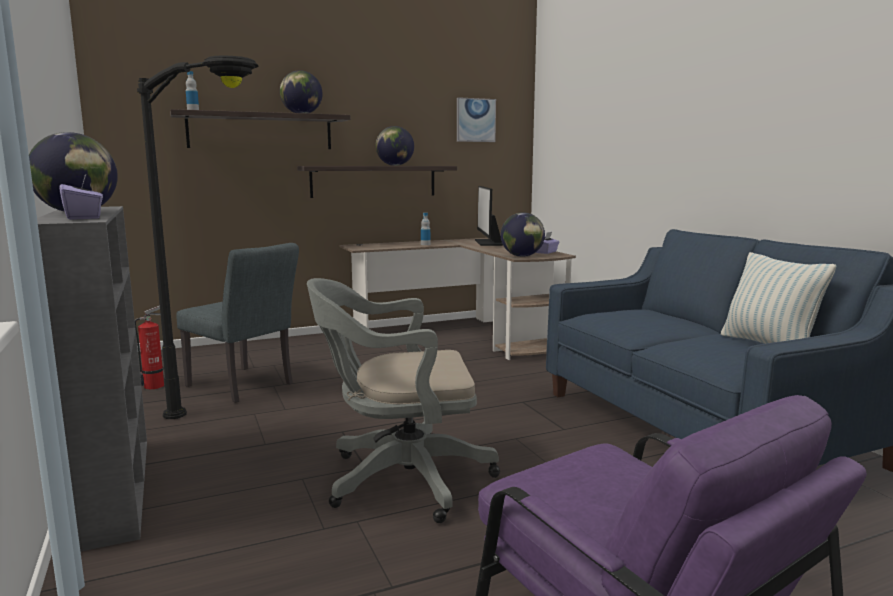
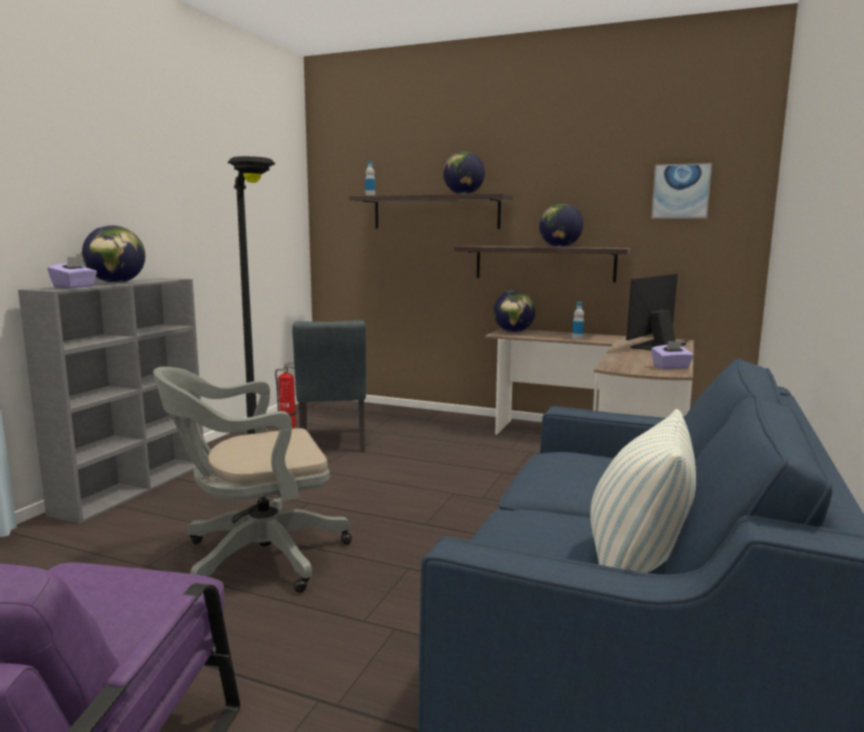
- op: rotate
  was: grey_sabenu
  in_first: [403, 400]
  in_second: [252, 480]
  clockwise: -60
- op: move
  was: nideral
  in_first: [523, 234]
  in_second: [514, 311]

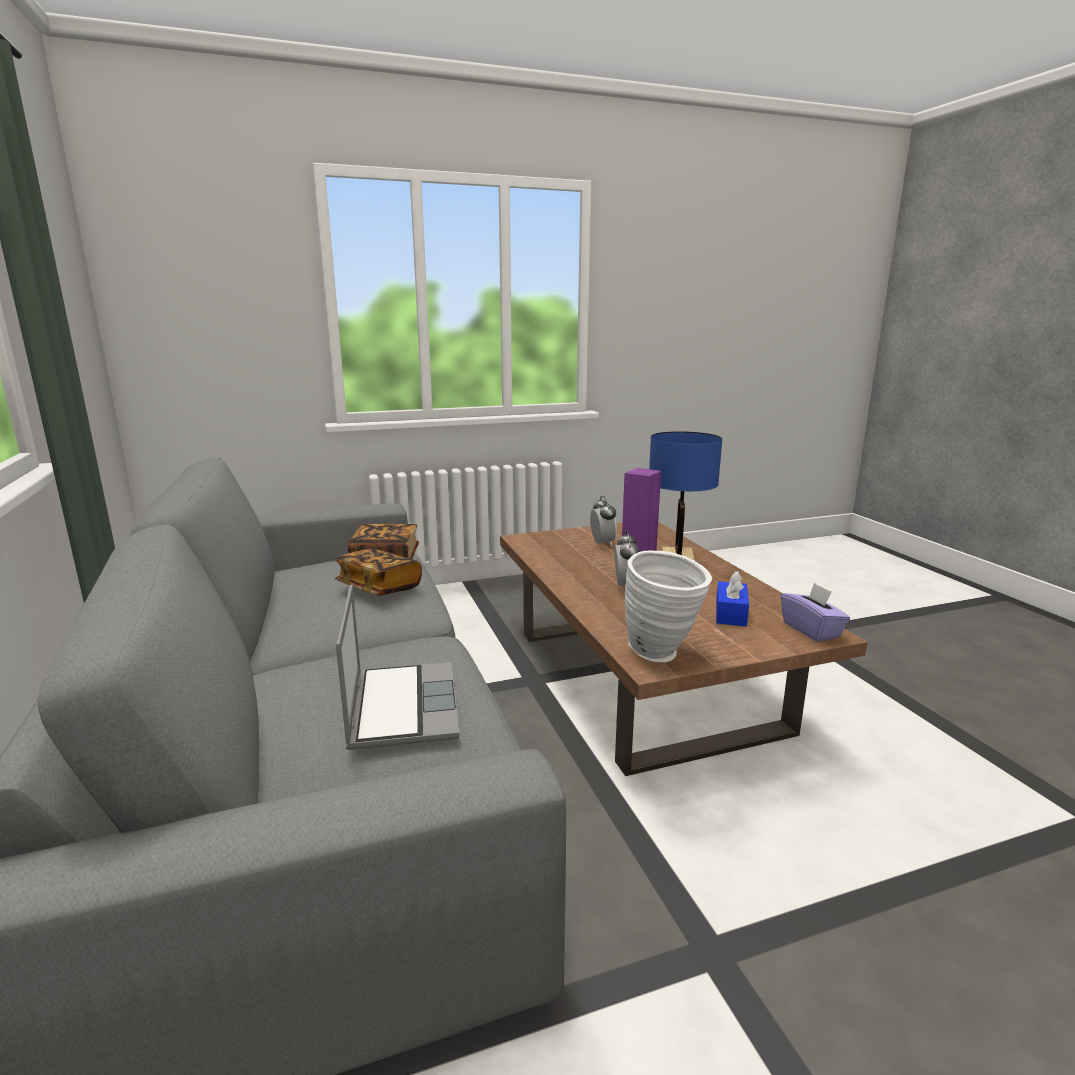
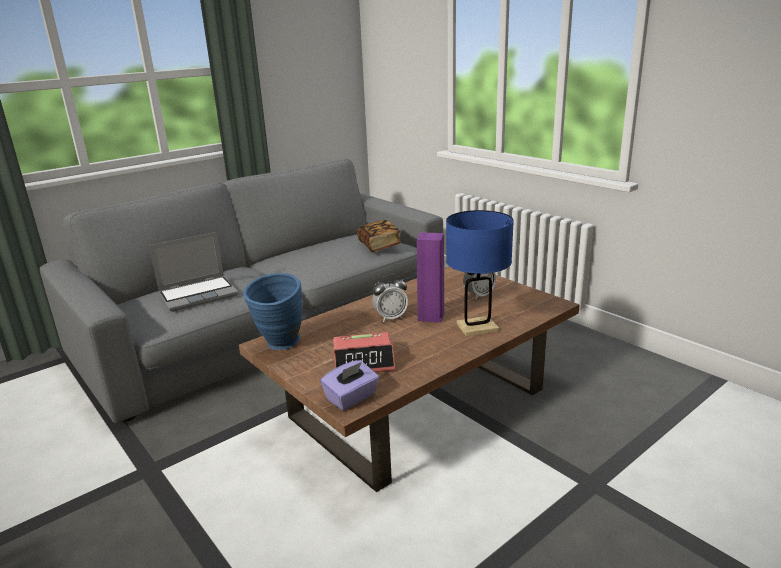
- op: delete
  was: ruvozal
  in_first: [378, 572]
- op: recolor
  was: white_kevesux
  now: blue_kevesux
  in_first: [668, 606]
  in_second: [272, 311]
- op: replace
  was: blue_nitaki
  now: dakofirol
  in_first: [732, 598]
  in_second: [364, 352]

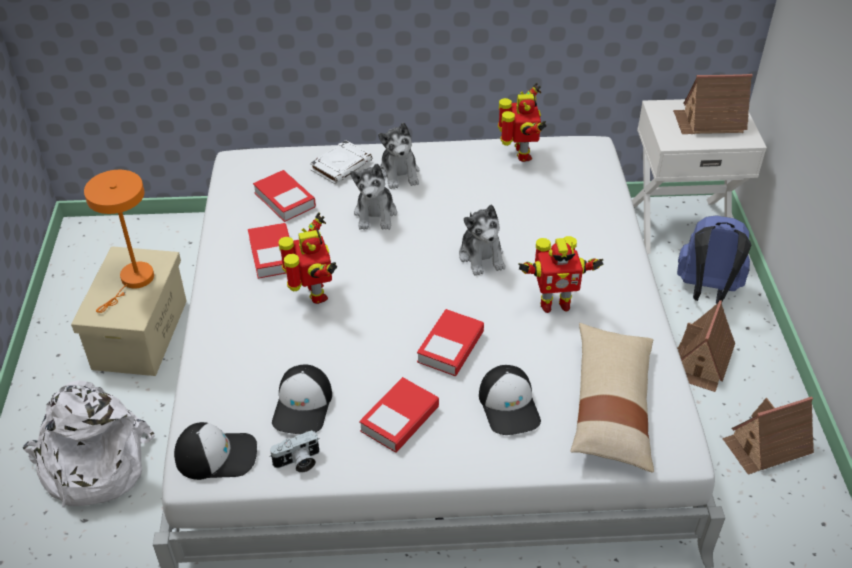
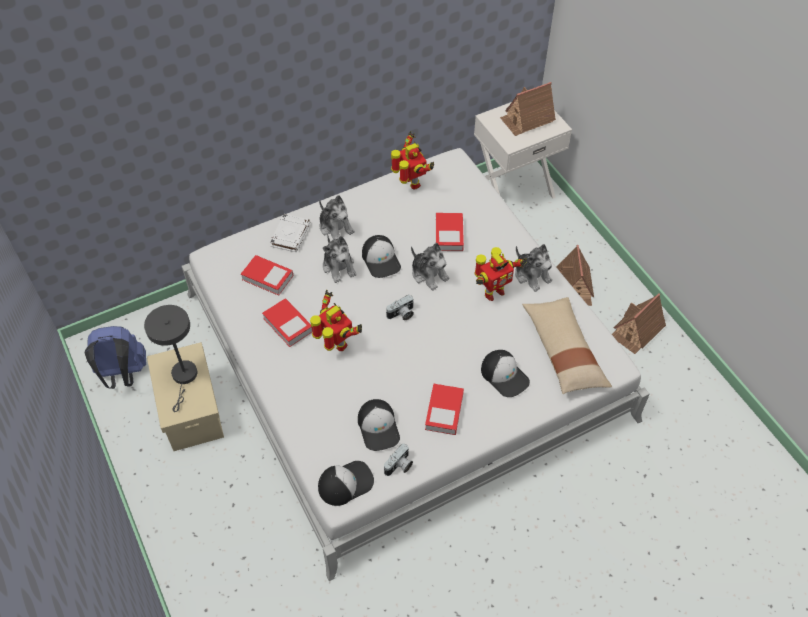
- op: delete
  was: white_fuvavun
  in_first: [89, 443]
- op: recolor
  was: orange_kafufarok
  now: grey_kafufarok
  in_first: [119, 241]
  in_second: [170, 358]
- op: move
  was: ruvozal
  in_first: [450, 342]
  in_second: [450, 232]
- op: move
  was: blue_fuvavun
  in_first: [714, 260]
  in_second: [115, 357]
- op: insert
  now: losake
  in_second: [381, 256]
- op: insert
  now: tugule
  in_second: [400, 307]
- op: insert
  now: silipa
  in_second: [533, 268]

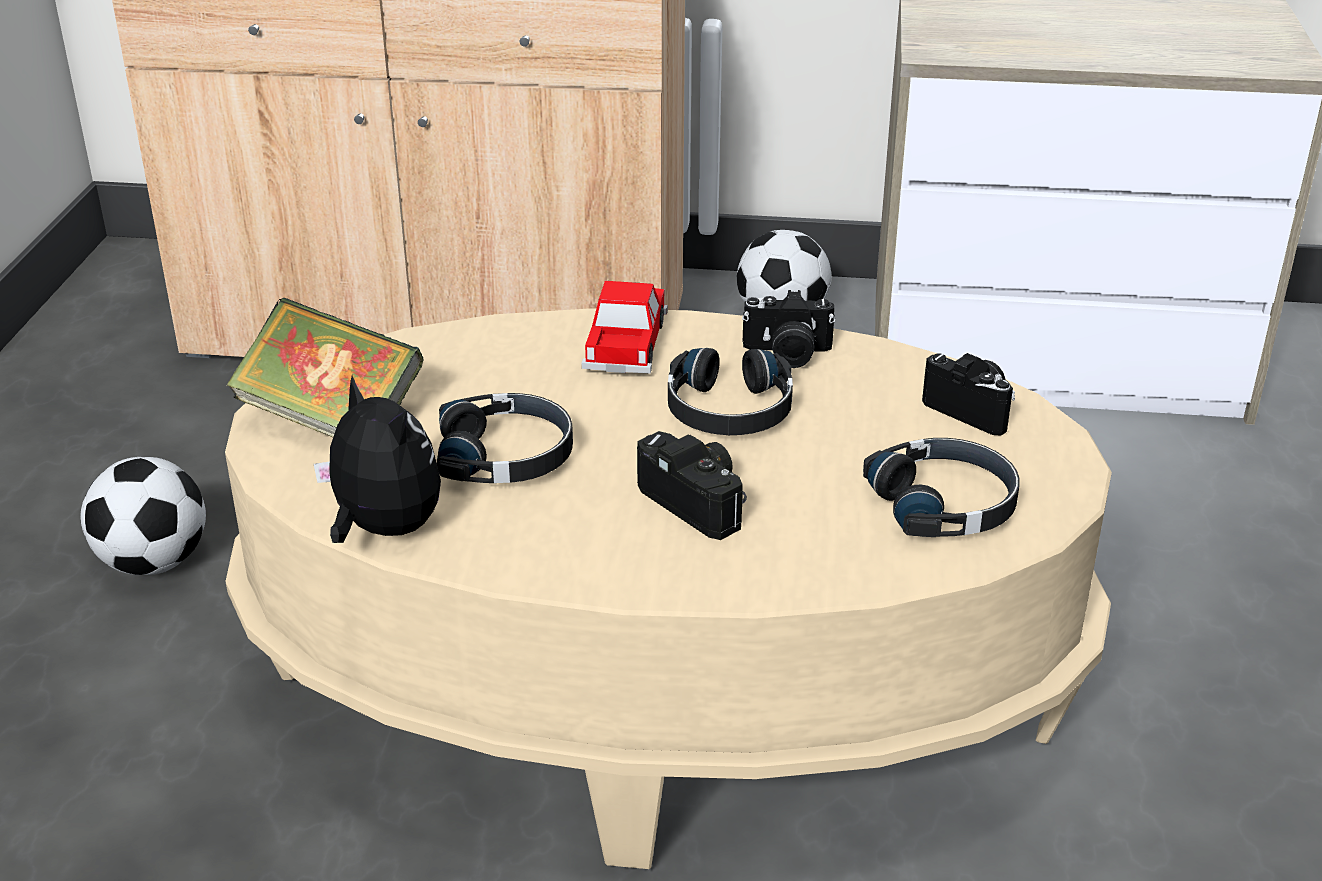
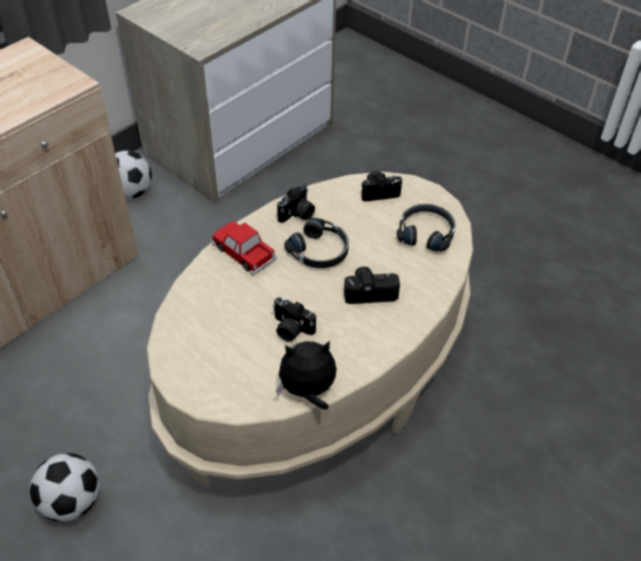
- op: delete
  was: ruvozal
  in_first: [325, 367]
- op: replace
  was: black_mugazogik
  now: tugule
  in_first: [505, 438]
  in_second: [294, 319]

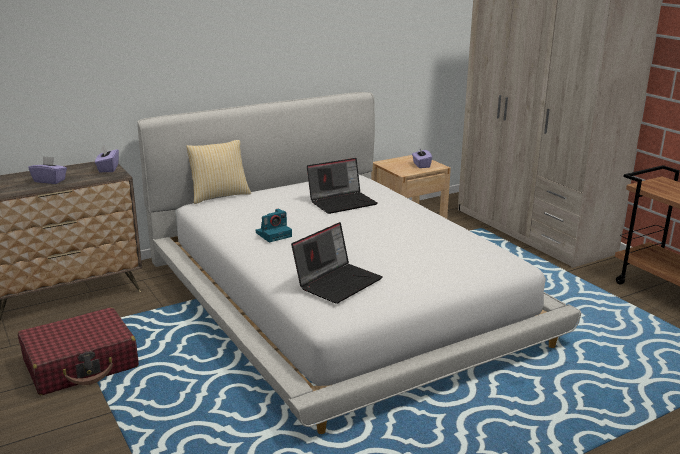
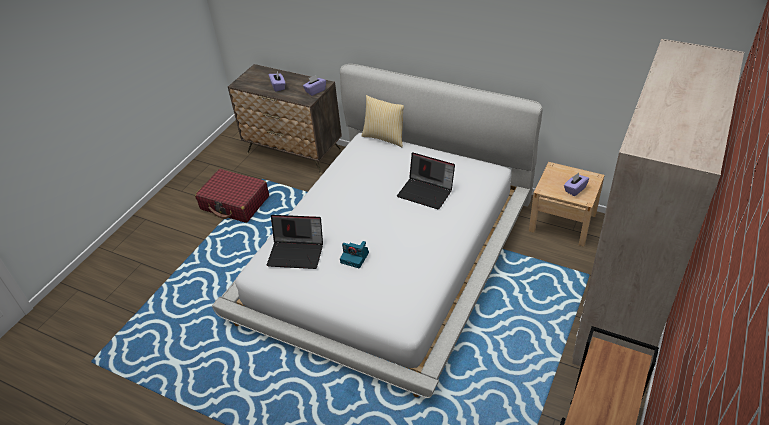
- op: move
  was: tugule
  in_first: [274, 225]
  in_second: [354, 254]

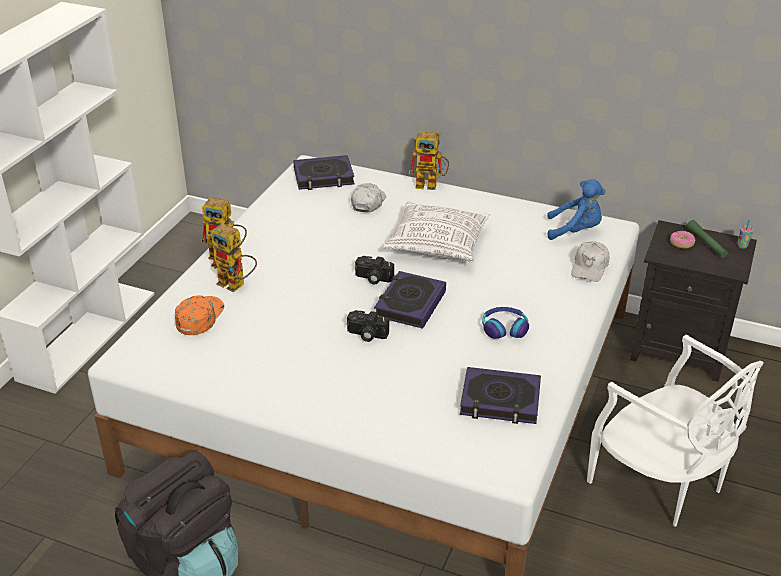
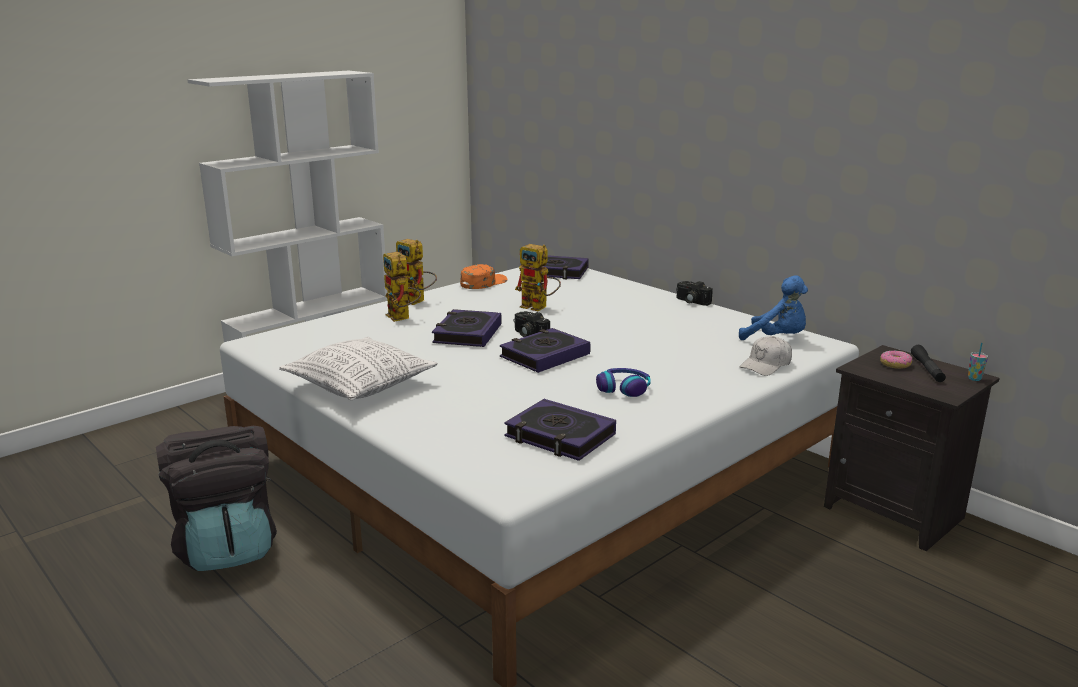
- op: move
  was: orange_losake
  in_first: [199, 315]
  in_second: [483, 276]
- op: move
  was: tugule
  in_first: [368, 326]
  in_second: [694, 293]
- op: delete
  was: white_losake
  in_first: [368, 197]
- op: move
  was: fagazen
  in_first: [436, 232]
  in_second: [358, 369]
- op: move
  was: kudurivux
  in_first: [428, 161]
  in_second: [538, 277]
- op: delete
  was: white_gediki
  in_first: [675, 431]
- op: recolor
  was: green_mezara
  now: black_mezara
  in_first: [707, 239]
  in_second: [928, 363]
- op: insert
  now: ruvozal
  in_second: [467, 328]

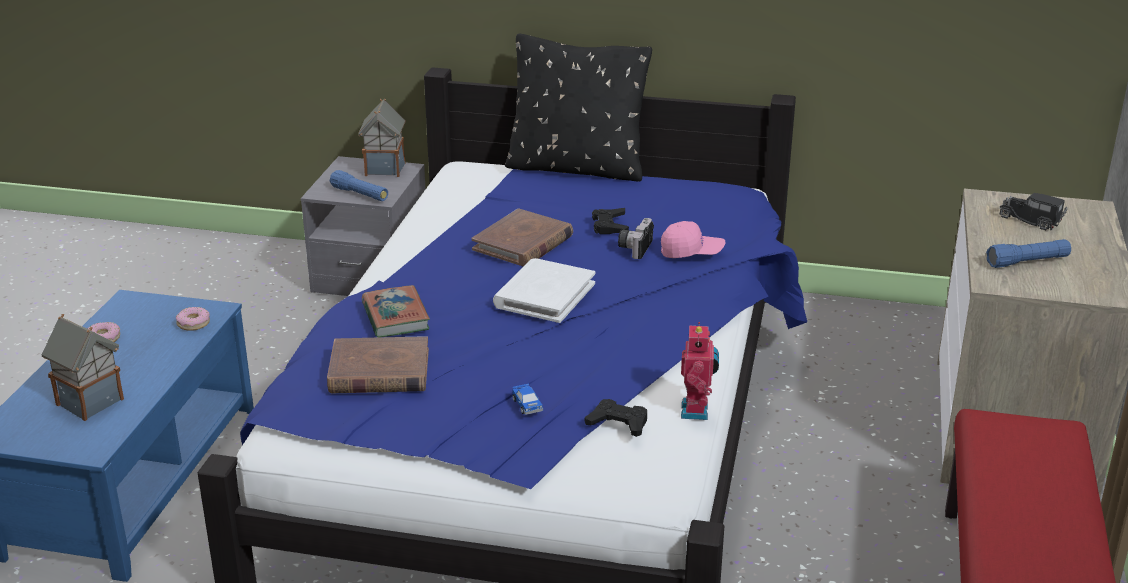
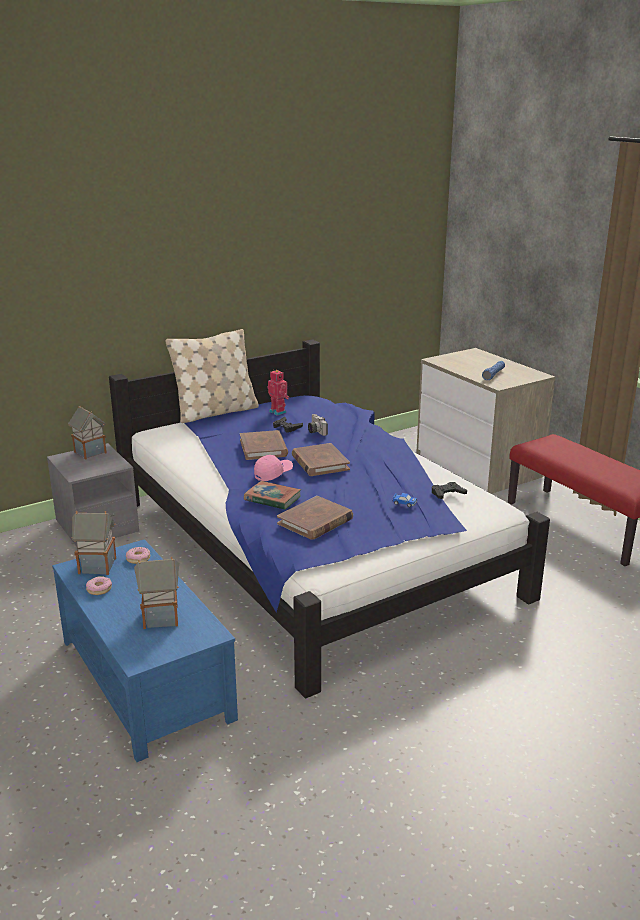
- op: delete
  was: blue_mezara
  in_first: [359, 185]
- op: recolor
  was: white_ruvozal
  now: brown_ruvozal
  in_first: [544, 290]
  in_second: [321, 459]
- op: recolor
  was: black_fagazen
  now: beige_fagazen
  in_first: [578, 108]
  in_second: [212, 376]
- op: move
  was: pink_losake
  in_first: [693, 239]
  in_second: [273, 468]
- op: move
  was: kudurivux
  in_first: [700, 371]
  in_second: [278, 392]
- op: delete
  was: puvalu
  in_first: [1033, 211]
- op: insert
  now: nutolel
  in_second: [94, 543]

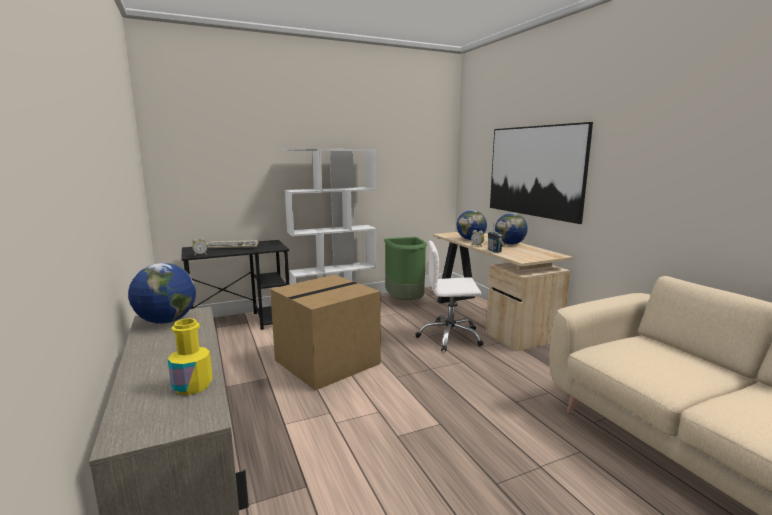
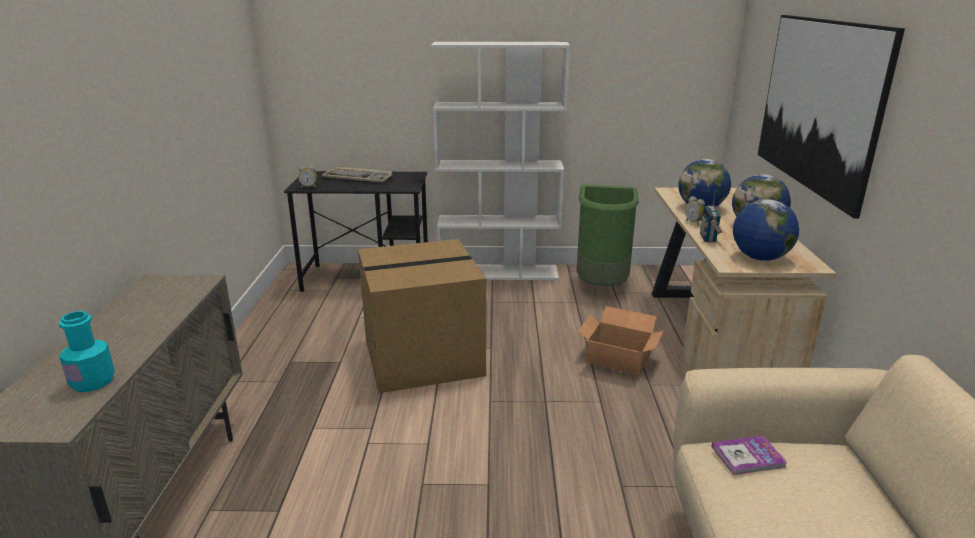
- op: move
  was: nideral
  in_first: [162, 293]
  in_second: [766, 230]
- op: recolor
  was: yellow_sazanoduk
  now: turquoise_sazanoduk
  in_first: [190, 356]
  in_second: [87, 351]
- op: replace
  was: white_sabenu
  now: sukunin
  in_first: [449, 296]
  in_second: [620, 340]
- op: insert
  now: ruvozal
  in_second: [749, 455]

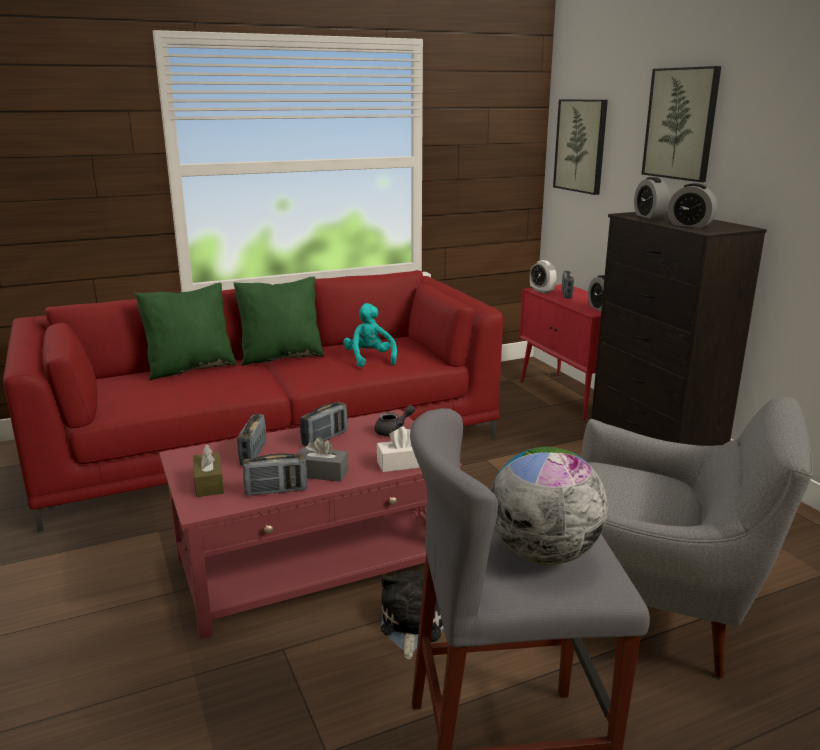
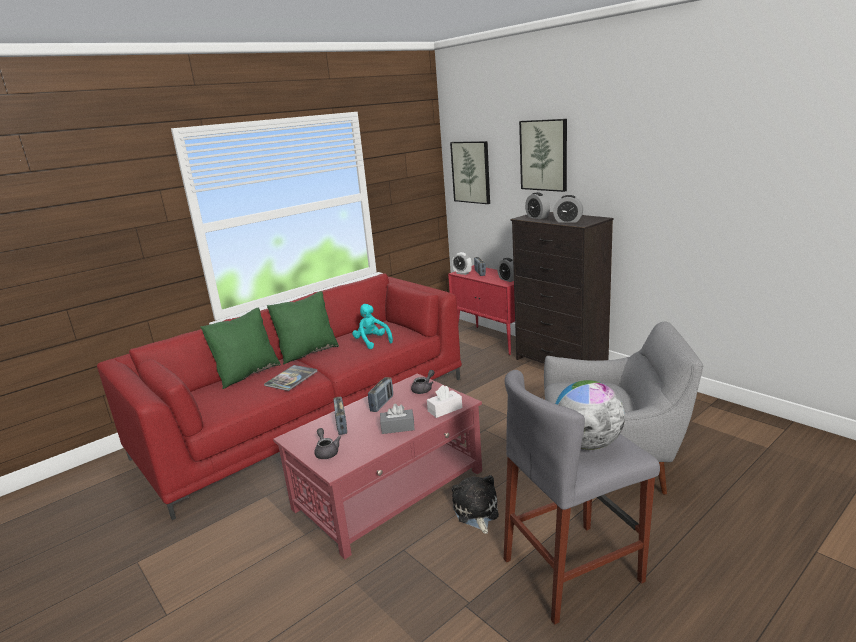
- op: replace
  was: brown_nitaki
  now: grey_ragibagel
  in_first: [208, 471]
  in_second: [327, 443]
- op: delete
  was: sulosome
  in_first: [275, 474]
- op: insert
  now: ruvozal
  in_second: [290, 378]

